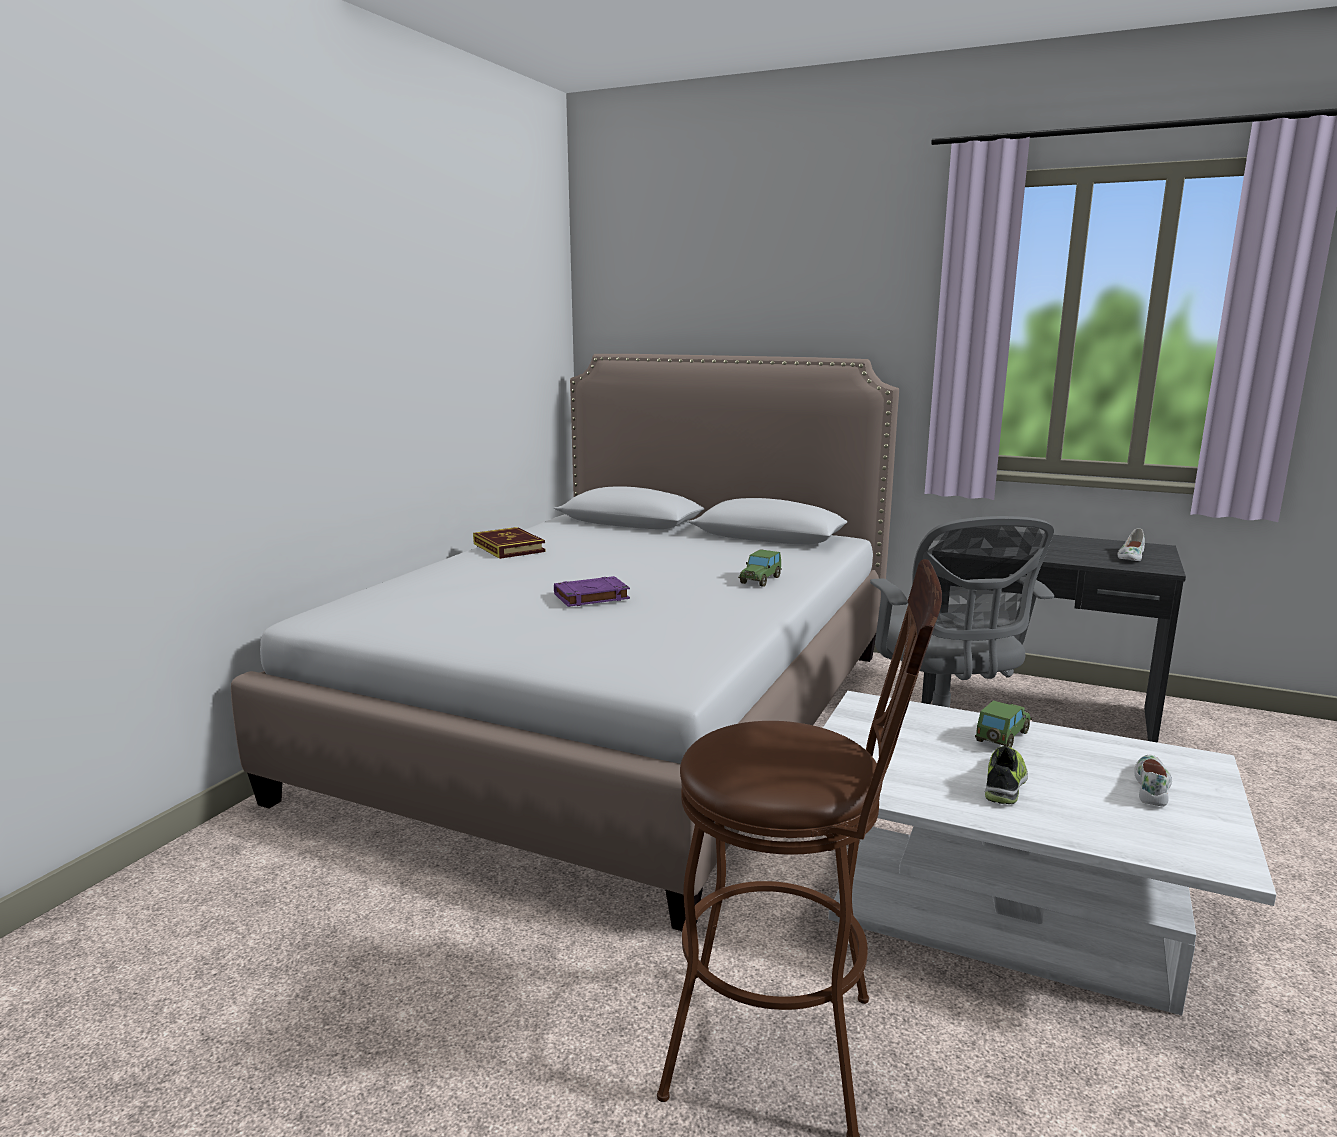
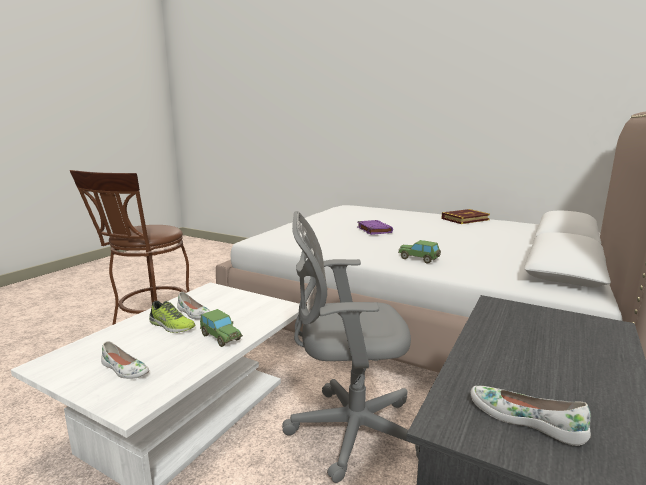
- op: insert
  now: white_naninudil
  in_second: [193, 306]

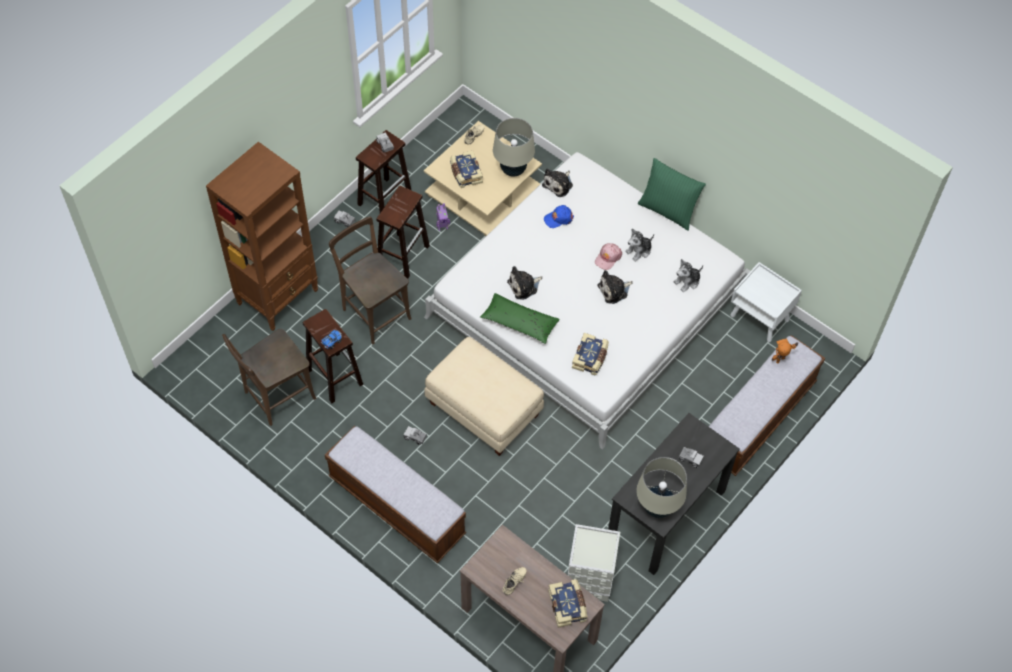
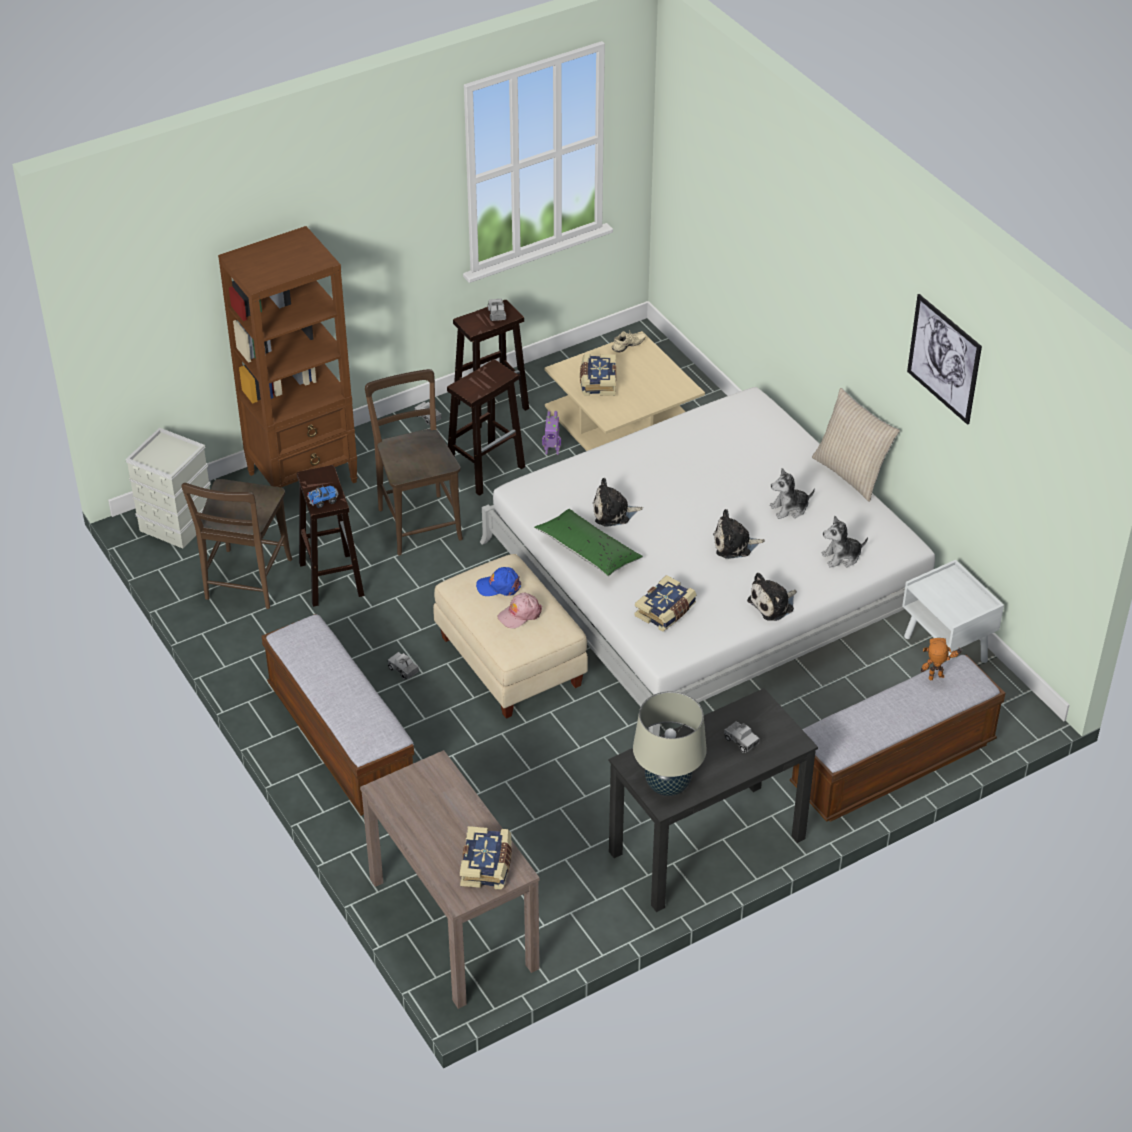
- op: rotate
  was: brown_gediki
  in_first: [269, 377]
  in_second: [236, 544]
  clockwise: -60
- op: delete
  was: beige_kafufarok
  in_first: [514, 147]
- op: delete
  was: beige_naninudil
  in_first: [514, 581]
- op: move
  was: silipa
  in_first: [557, 182]
  in_second: [772, 597]
- op: move
  was: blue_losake
  in_first: [559, 216]
  in_second: [498, 581]
- op: move
  was: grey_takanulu
  in_first: [594, 563]
  in_second: [168, 488]
- op: move
  was: pink_losake
  in_first: [608, 256]
  in_second: [519, 611]
- op: recolor
  was: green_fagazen
  now: beige_fagazen
  in_first: [672, 194]
  in_second: [856, 445]
- op: insert
  now: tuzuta
  in_second: [944, 359]

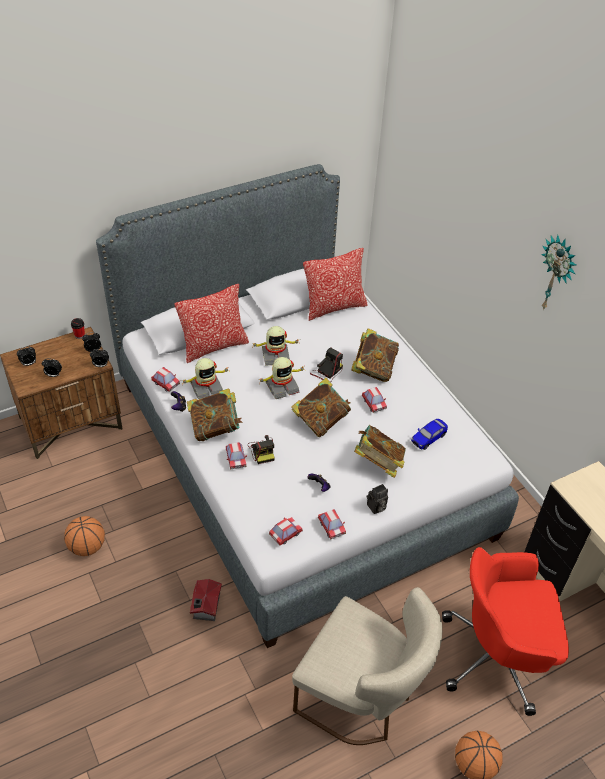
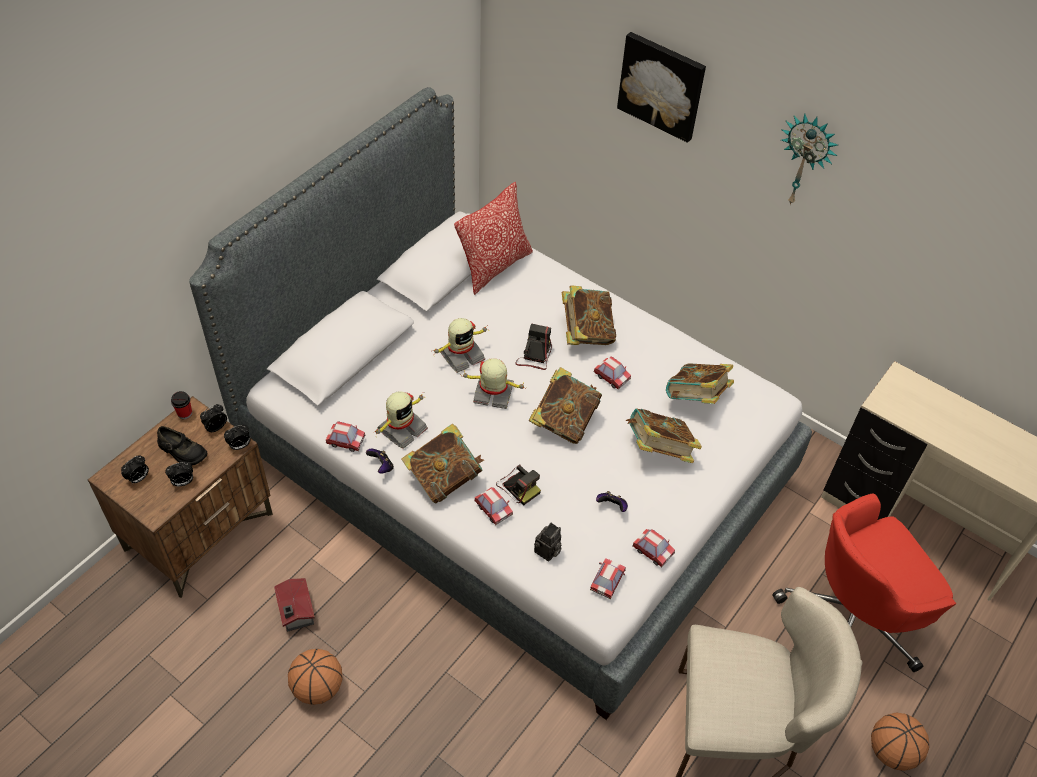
- op: delete
  was: fagazen
  in_first: [211, 323]
- op: move
  was: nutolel
  in_first: [206, 600]
  in_second: [294, 605]
- op: rotate
  was: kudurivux
  in_first: [282, 378]
  in_second: [494, 383]
  clockwise: -120
- op: move
  was: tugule
  in_first: [377, 499]
  in_second: [547, 542]
- op: replace
  was: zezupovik
  now: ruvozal
  in_first: [429, 434]
  in_second: [700, 383]
- op: insert
  now: black_naninudil
  in_second: [182, 445]
- op: insert
  now: tuzuta
  in_second: [661, 87]

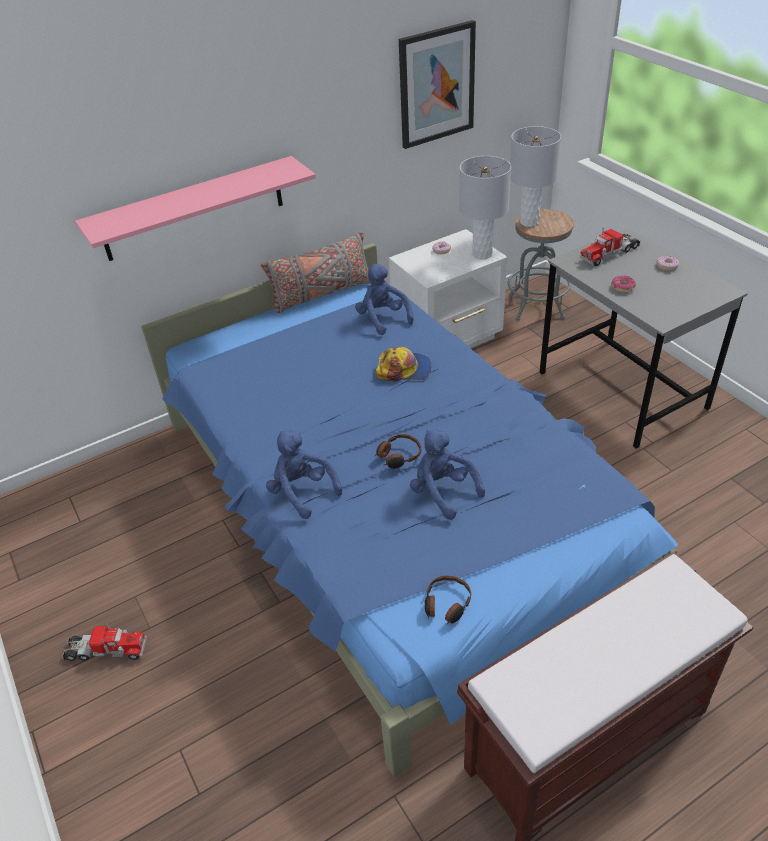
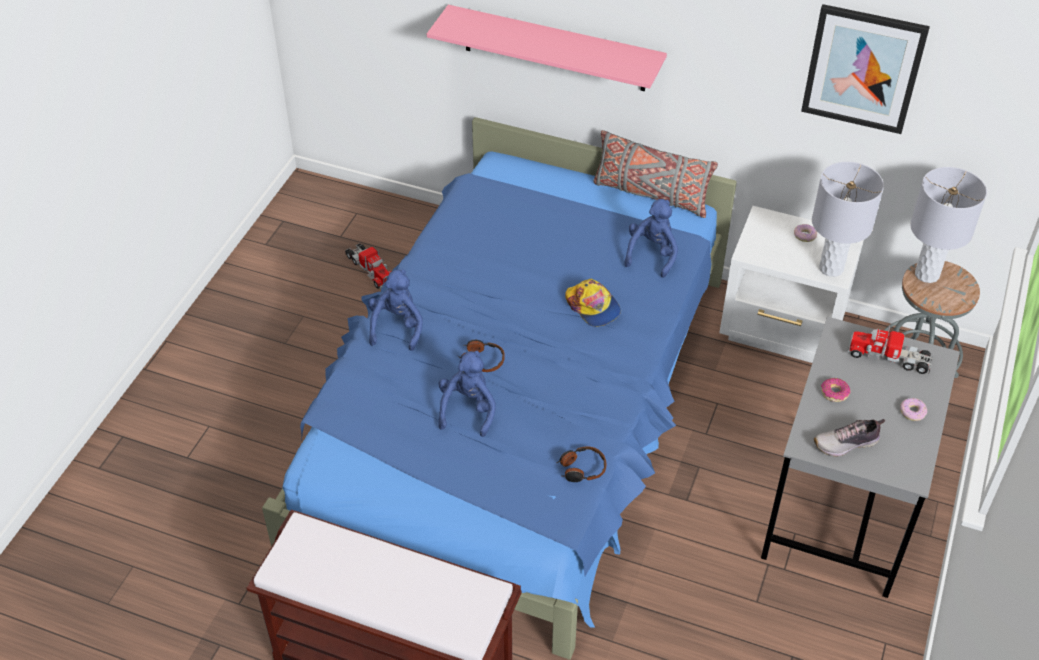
- op: move
  was: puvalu
  in_first: [104, 642]
  in_second: [368, 266]
- op: move
  was: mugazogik
  in_first: [448, 600]
  in_second: [581, 464]
- op: insert
  now: naninudil
  in_second: [849, 438]

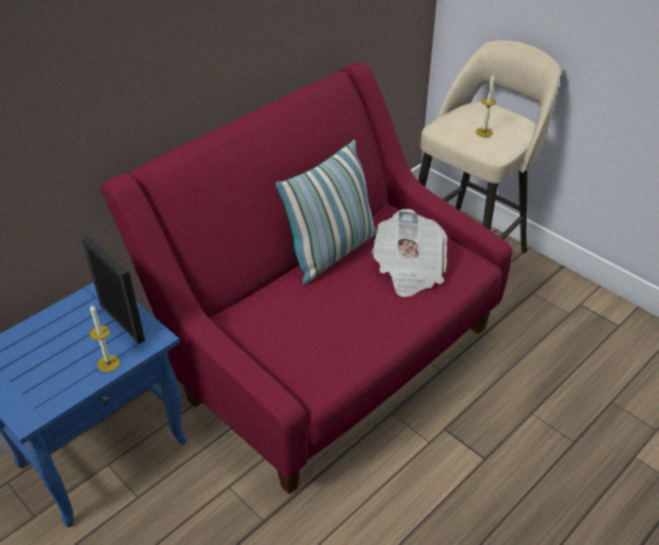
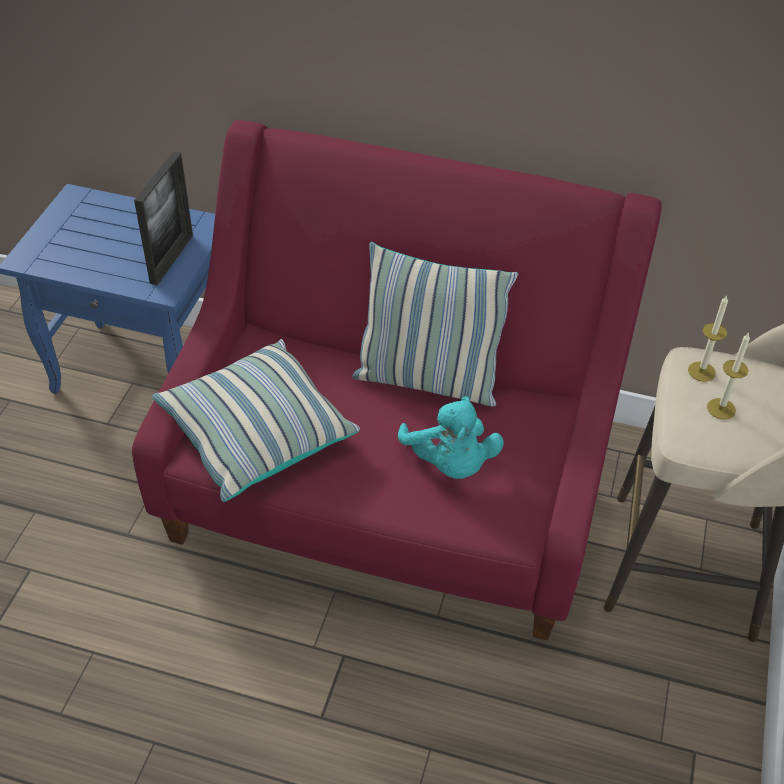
- op: move
  was: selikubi
  in_first: [105, 338]
  in_second: [708, 339]
- op: replace
  was: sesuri
  now: turquoise_silipa
  in_first: [409, 253]
  in_second: [451, 438]
- op: insert
  now: fagazen
  in_second: [256, 420]

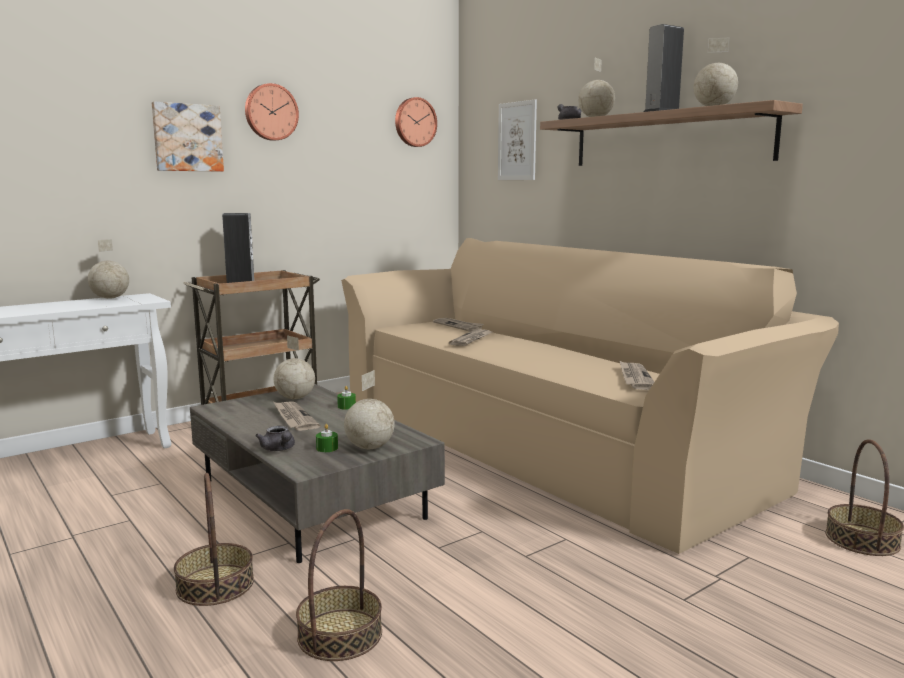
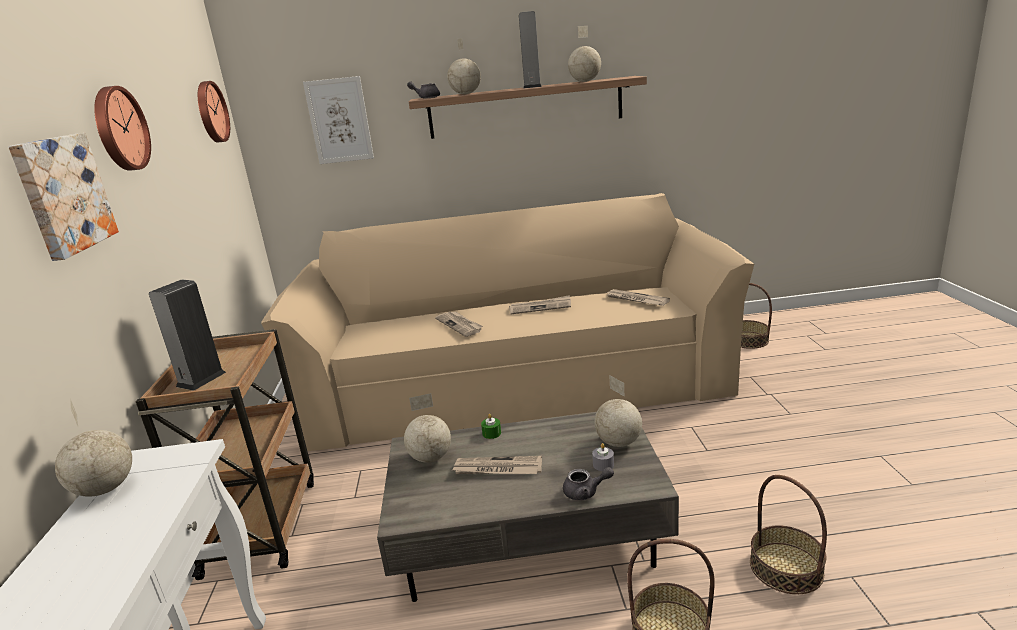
- op: recolor
  was: green_selikubi
  now: grey_selikubi
  in_first: [327, 438]
  in_second: [603, 457]
- op: move
  was: sesuri
  in_first: [458, 325]
  in_second: [540, 304]

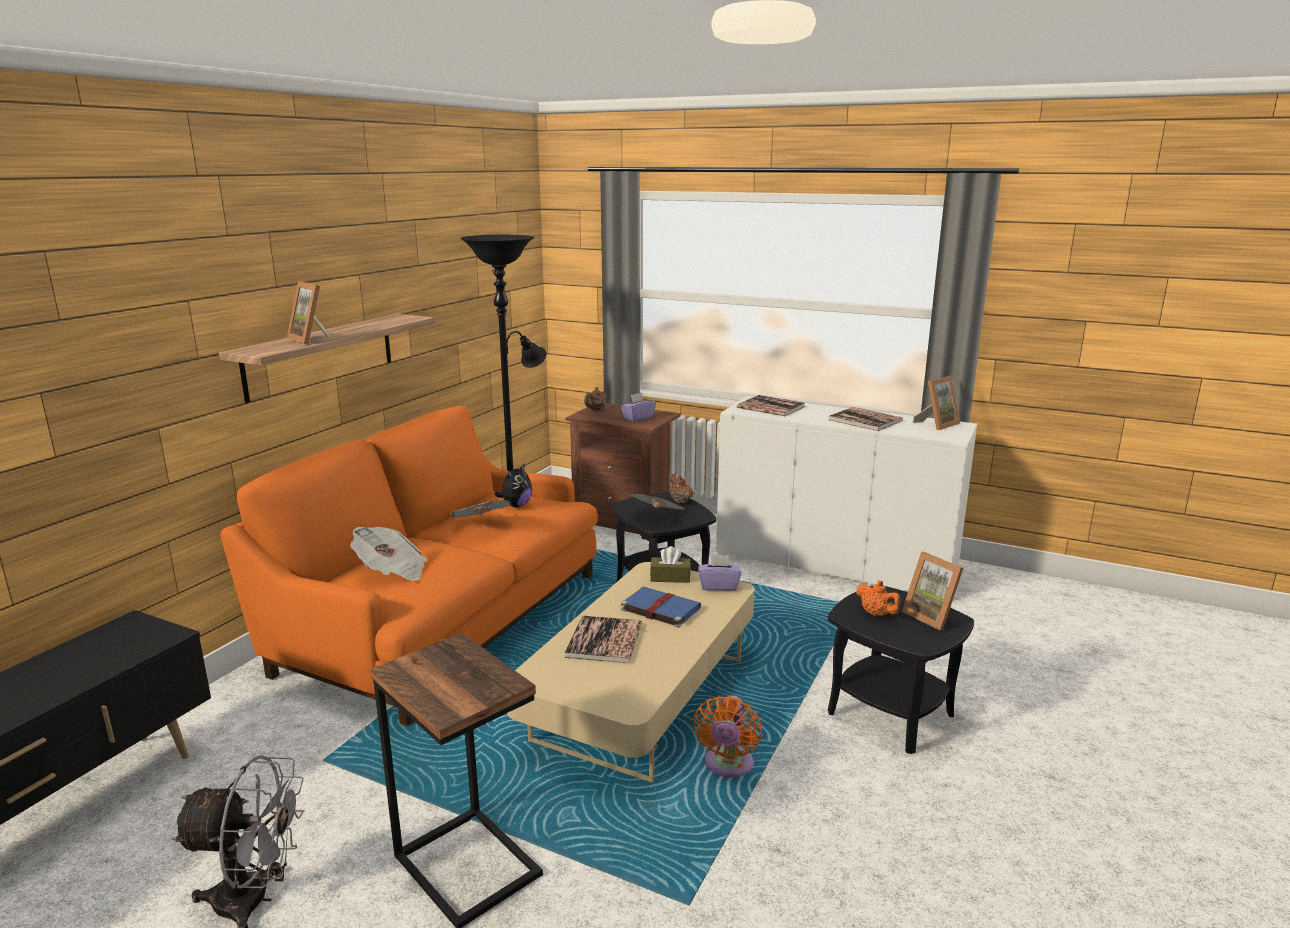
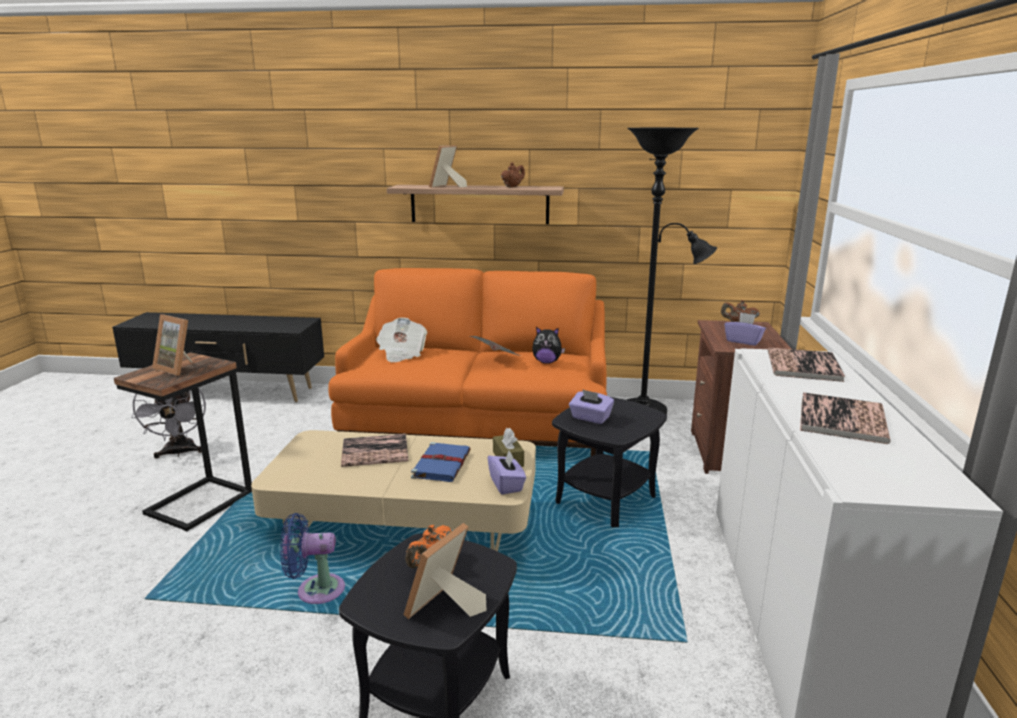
- op: replace
  was: sesuri
  now: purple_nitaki
  in_first: [656, 502]
  in_second: [591, 406]
- op: move
  was: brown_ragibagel
  in_first: [681, 488]
  in_second: [513, 175]
- op: recolor
  was: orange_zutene
  now: blue_zutene
  in_first: [727, 736]
  in_second: [312, 558]
- op: move
  was: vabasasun
  in_first: [936, 403]
  in_second: [172, 345]

